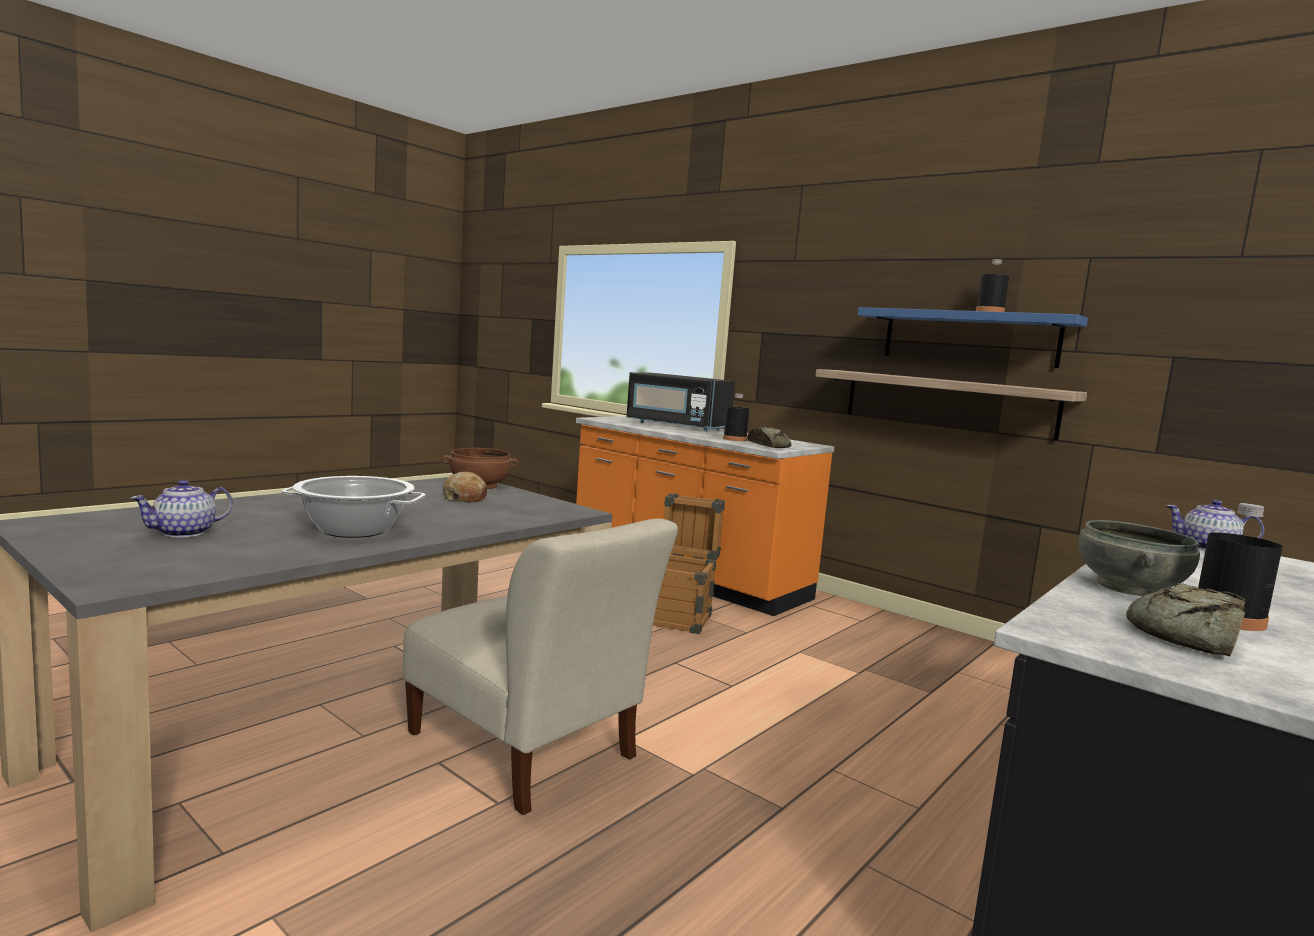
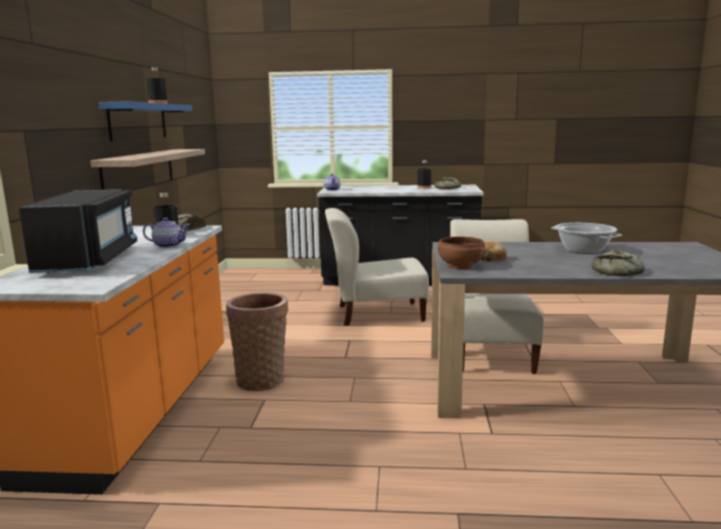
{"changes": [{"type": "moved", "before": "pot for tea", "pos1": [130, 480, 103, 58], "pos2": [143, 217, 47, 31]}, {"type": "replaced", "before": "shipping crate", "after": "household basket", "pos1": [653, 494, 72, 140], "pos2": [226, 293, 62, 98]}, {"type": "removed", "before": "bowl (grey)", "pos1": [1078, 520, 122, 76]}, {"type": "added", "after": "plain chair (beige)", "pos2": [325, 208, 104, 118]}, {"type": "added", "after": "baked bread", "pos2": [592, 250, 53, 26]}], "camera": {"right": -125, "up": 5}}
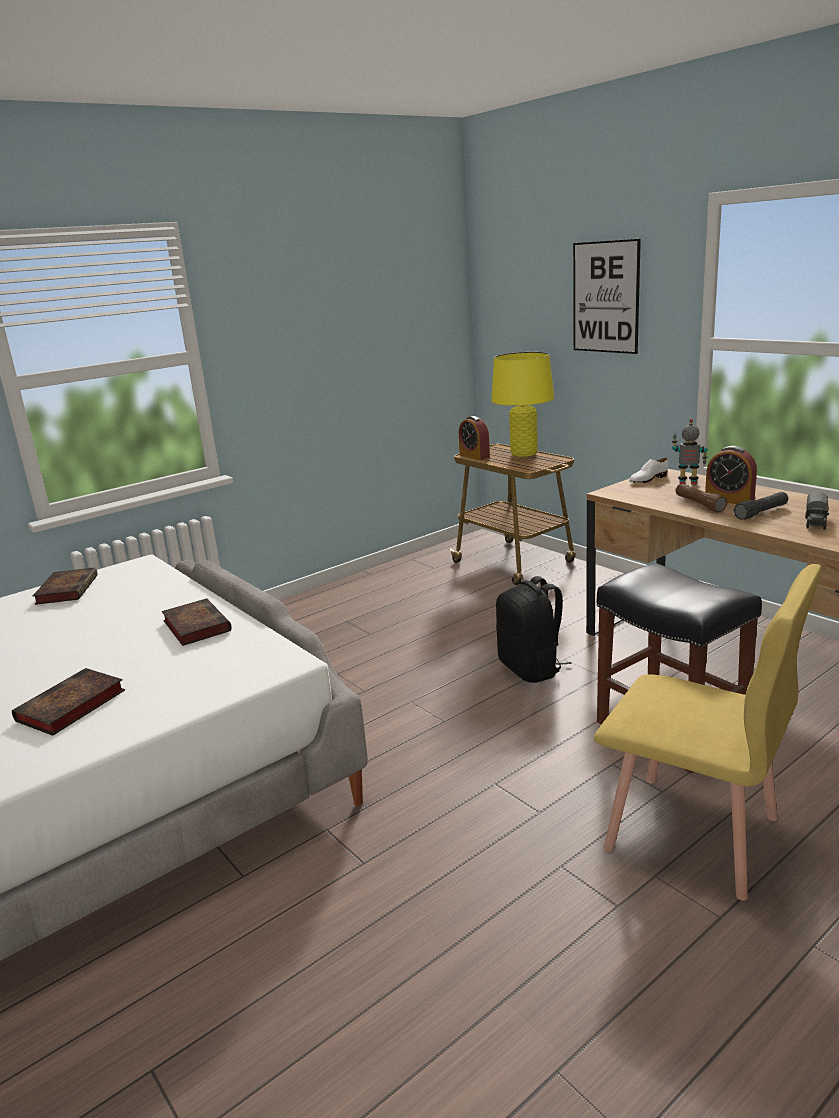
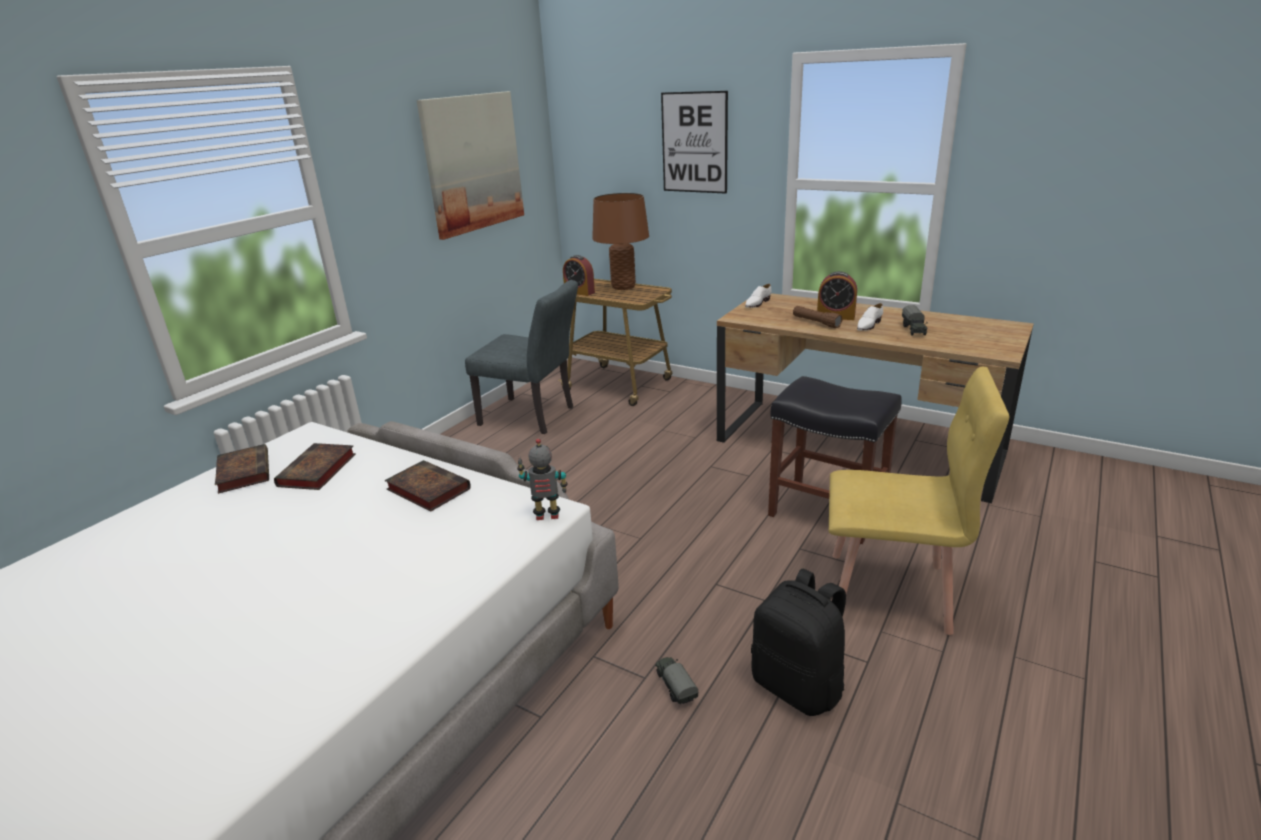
{"changes": [{"type": "recoloured", "before": "lamp for a table (yellow)", "after": "lamp for a table (brown)", "pos1": [491, 352, 63, 105], "pos2": [592, 193, 57, 97]}, {"type": "moved", "before": "model robot", "pos1": [672, 419, 36, 66], "pos2": [517, 438, 51, 82]}, {"type": "replaced", "before": "torch (black)", "after": "item of footwear (white-coloured)", "pos1": [734, 492, 54, 28], "pos2": [857, 303, 26, 28]}, {"type": "moved", "before": "knapsack (black)", "pos1": [496, 576, 76, 107], "pos2": [751, 569, 95, 147]}, {"type": "moved", "before": "book", "pos1": [12, 668, 113, 68], "pos2": [274, 443, 82, 47]}, {"type": "added", "after": "picture", "pos2": [416, 91, 108, 149]}, {"type": "added", "after": "plain chair (grey)", "pos2": [465, 280, 113, 154]}, {"type": "added", "after": "toy truck", "pos2": [655, 657, 43, 47]}], "camera": {"right": -20, "up": 5}}
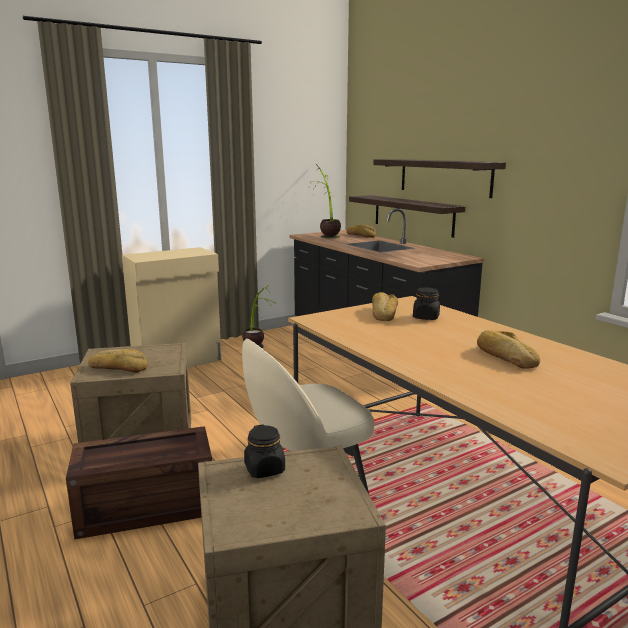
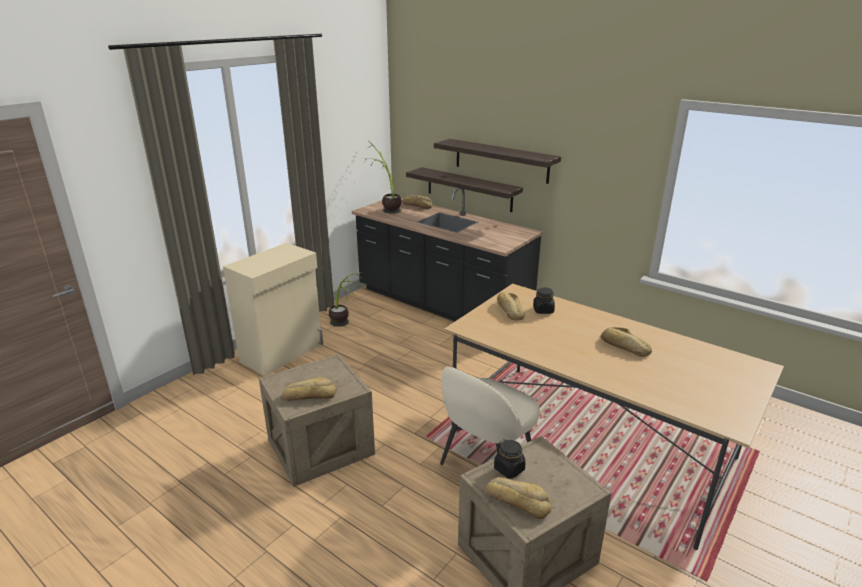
{"changes": [{"type": "removed", "before": "shipping crate", "pos1": [66, 426, 146, 114]}, {"type": "added", "after": "baked bread", "pos2": [486, 477, 66, 42]}], "camera": {"right": -20, "up": 10}}
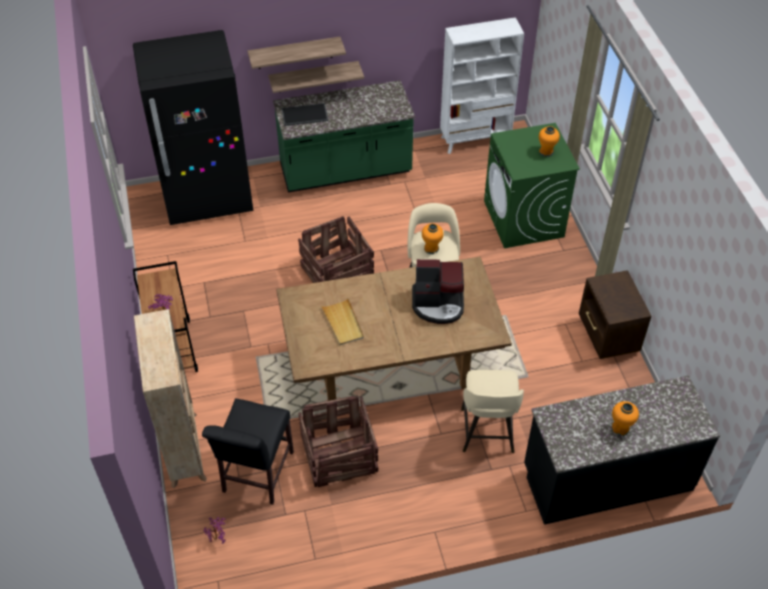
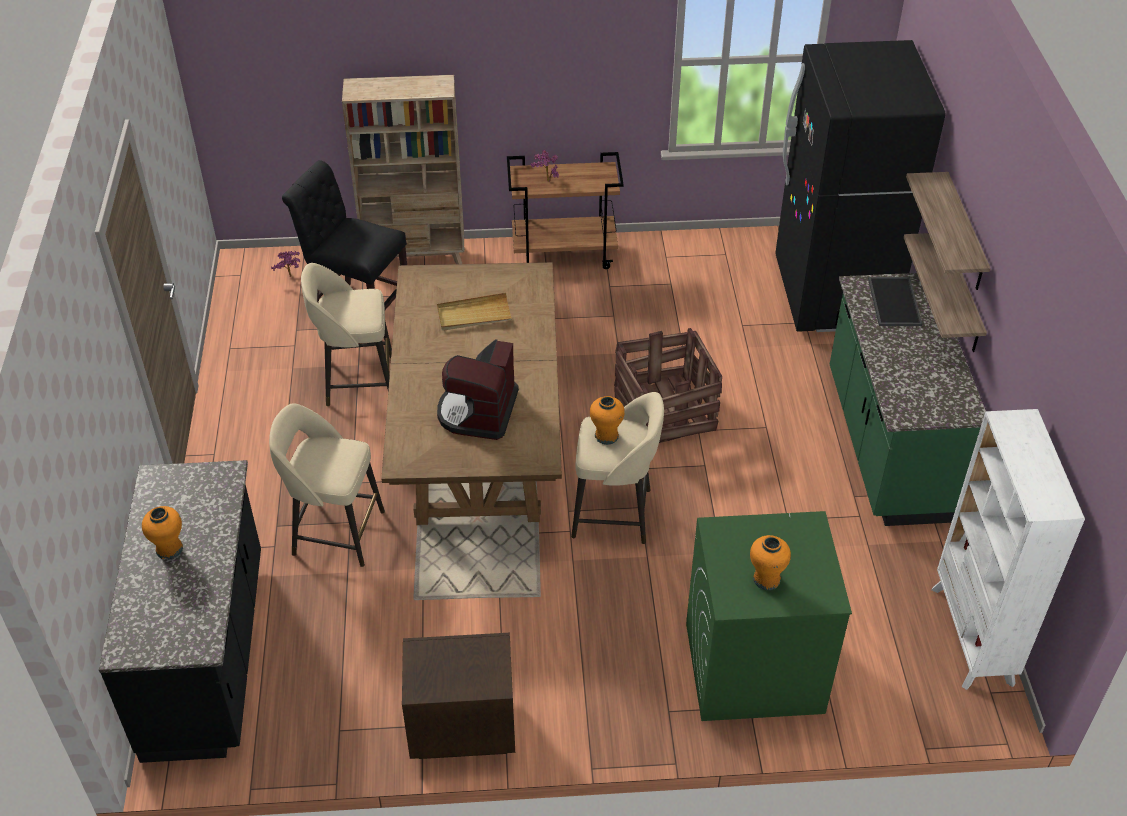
{"changes": [{"type": "replaced", "before": "shipping crate", "after": "sitting stool (beige)", "pos1": [299, 396, 79, 91], "pos2": [301, 263, 91, 143]}], "camera": {"right": 100, "up": -5}}
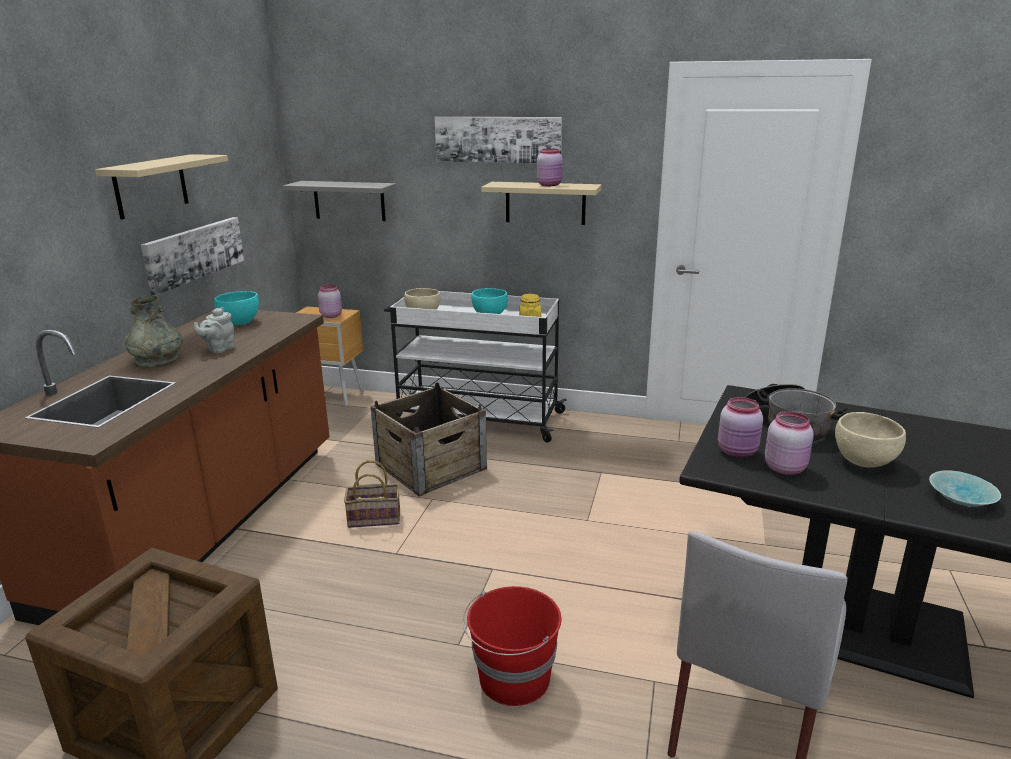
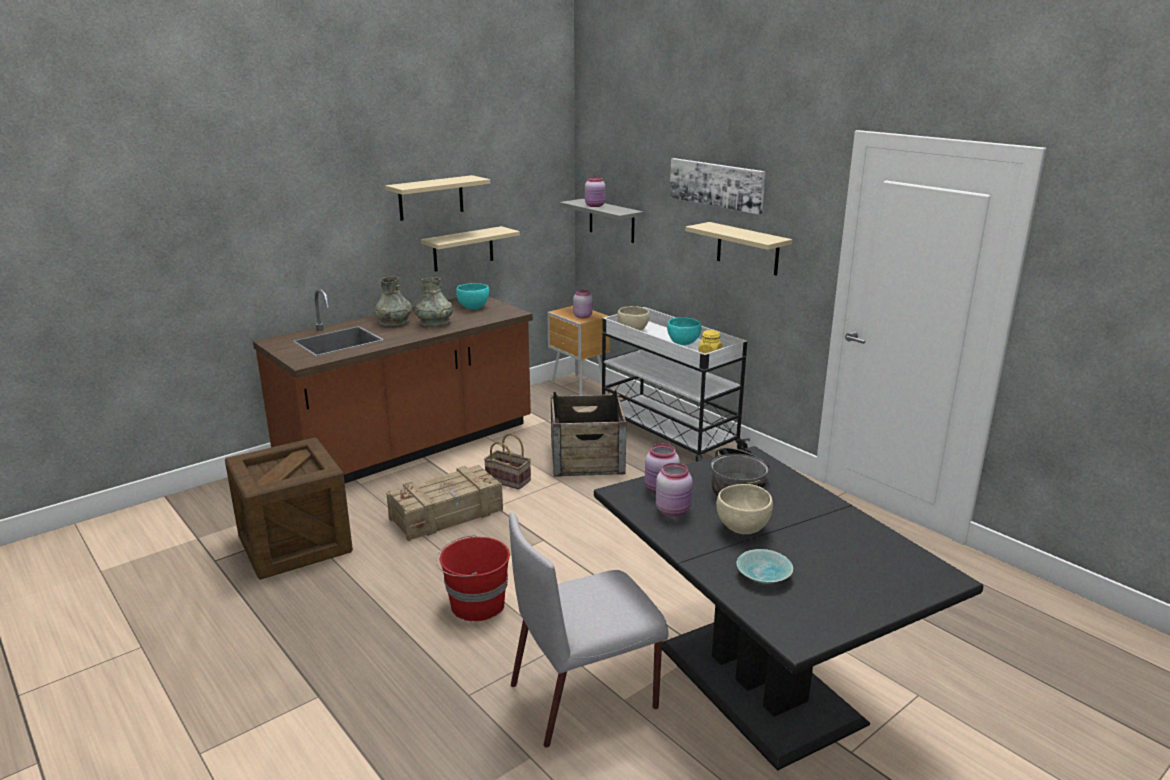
{"changes": [{"type": "moved", "before": "preserve jar (pink-coloured)", "pos1": [537, 149, 26, 37], "pos2": [585, 177, 20, 30]}, {"type": "replaced", "before": "picture", "after": "shelf (beige)", "pos1": [141, 217, 103, 78], "pos2": [421, 226, 99, 46]}, {"type": "replaced", "before": "pot for tea (grey)", "after": "flower vase (grey)", "pos1": [194, 307, 40, 46], "pos2": [415, 277, 38, 49]}, {"type": "added", "after": "shipping crate", "pos2": [386, 465, 117, 76]}], "camera": {"right": 35, "up": 0}}
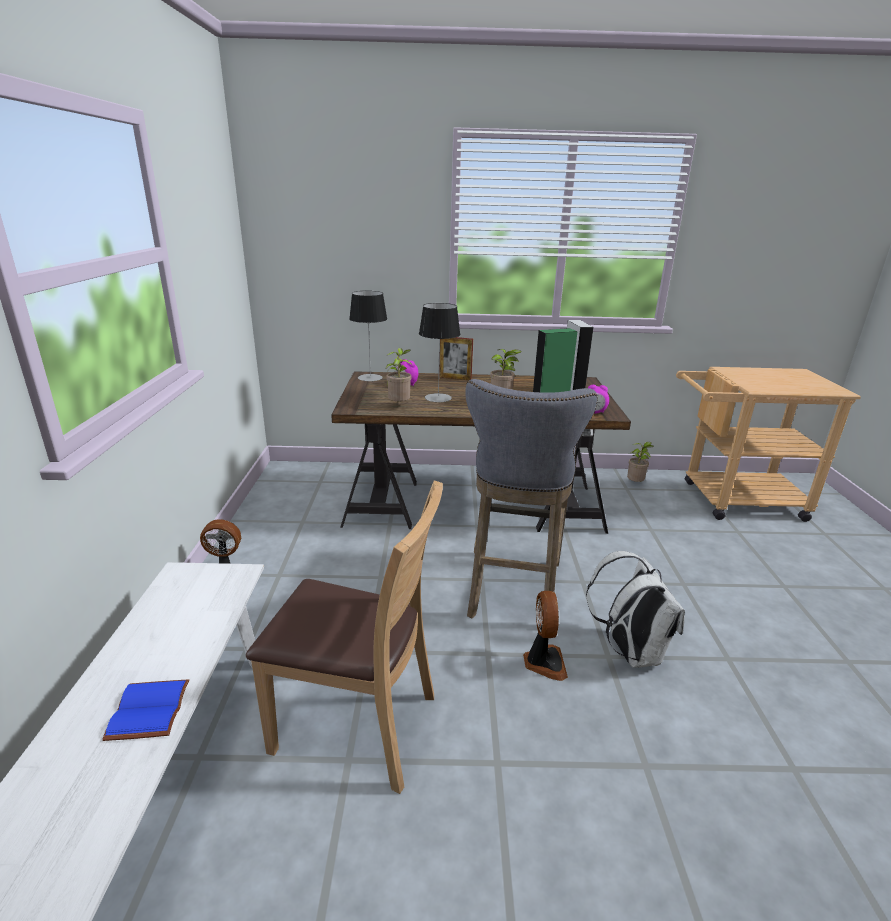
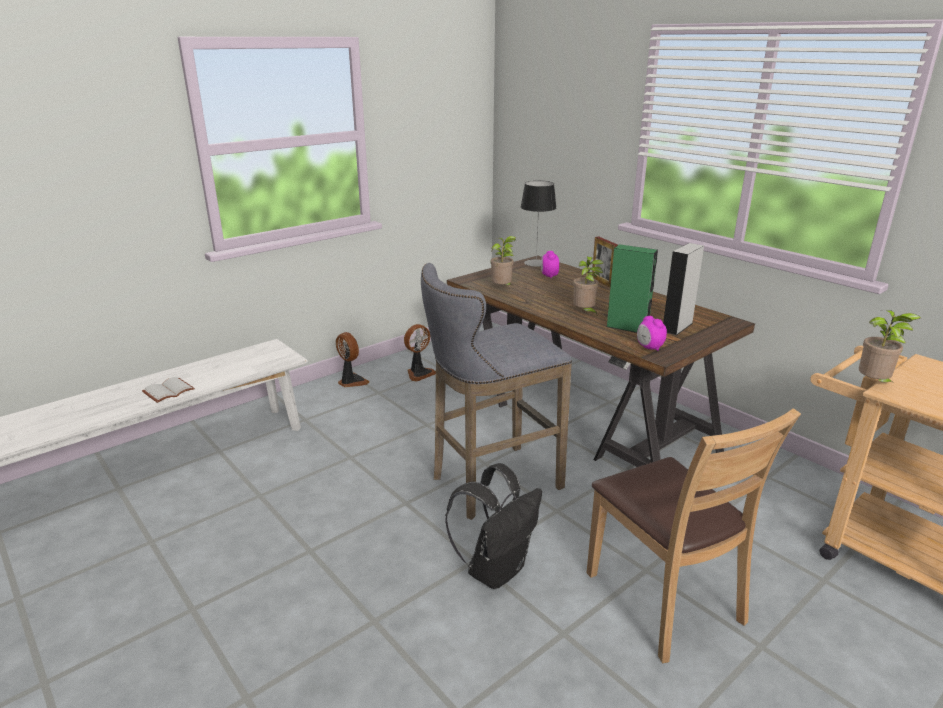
{"changes": [{"type": "removed", "before": "lamp for a table", "pos1": [419, 303, 41, 99]}, {"type": "moved", "before": "plant in a pot", "pos1": [627, 442, 27, 40], "pos2": [859, 310, 62, 73]}, {"type": "moved", "before": "plain chair (brown)", "pos1": [246, 481, 197, 313], "pos2": [587, 408, 214, 255]}, {"type": "recoloured", "before": "knapsack (white-coloured)", "after": "knapsack (black)", "pos1": [586, 551, 99, 117], "pos2": [445, 463, 97, 126]}, {"type": "moved", "before": "cooling fan", "pos1": [523, 591, 45, 90], "pos2": [404, 324, 32, 57]}, {"type": "recoloured", "before": "book (blue)", "after": "book (white-coloured)", "pos1": [102, 679, 87, 62], "pos2": [142, 377, 53, 26]}], "camera": {"right": 50, "up": 0}}
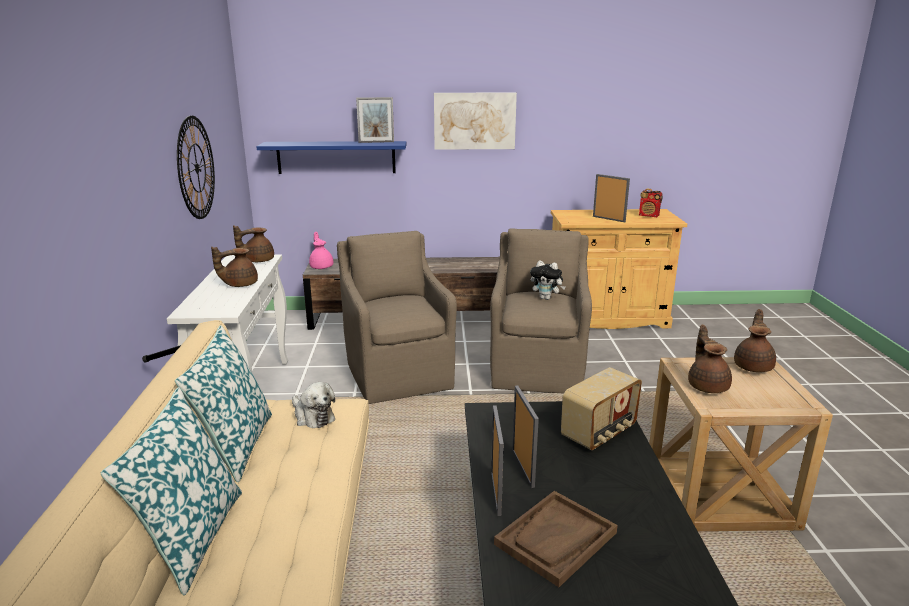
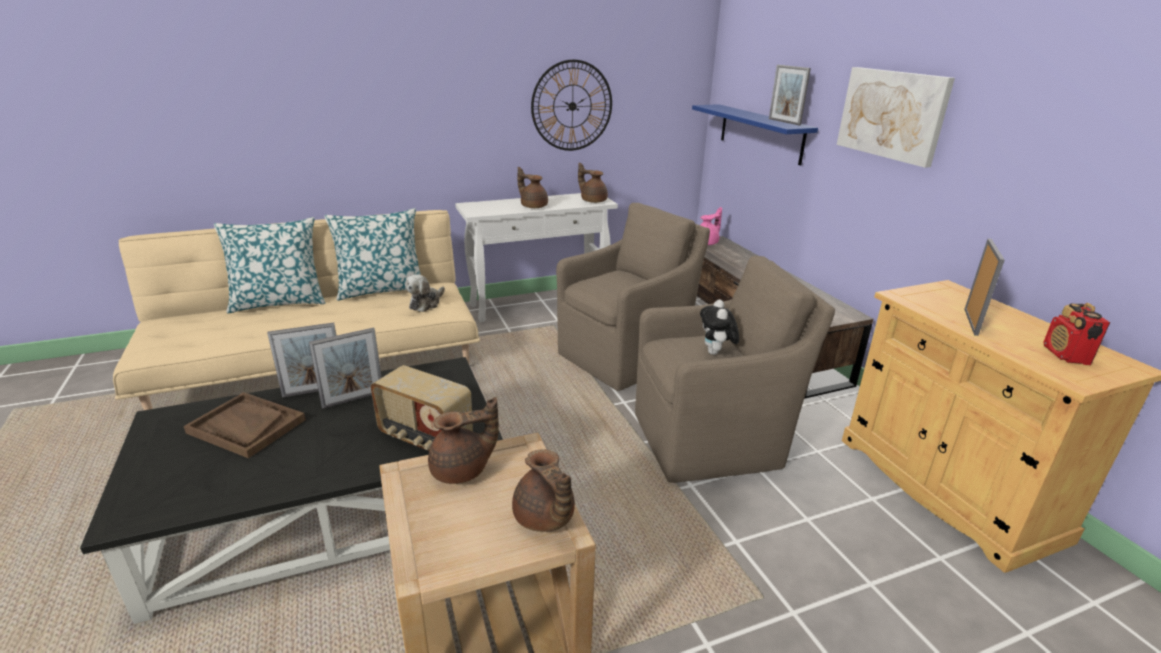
{"changes": [{"type": "turned", "before": "pot for tea (brown)", "pos1": [734, 309, 42, 63], "pos2": [512, 449, 63, 83], "turn": 60}], "camera": {"right": 70, "up": 5}}
